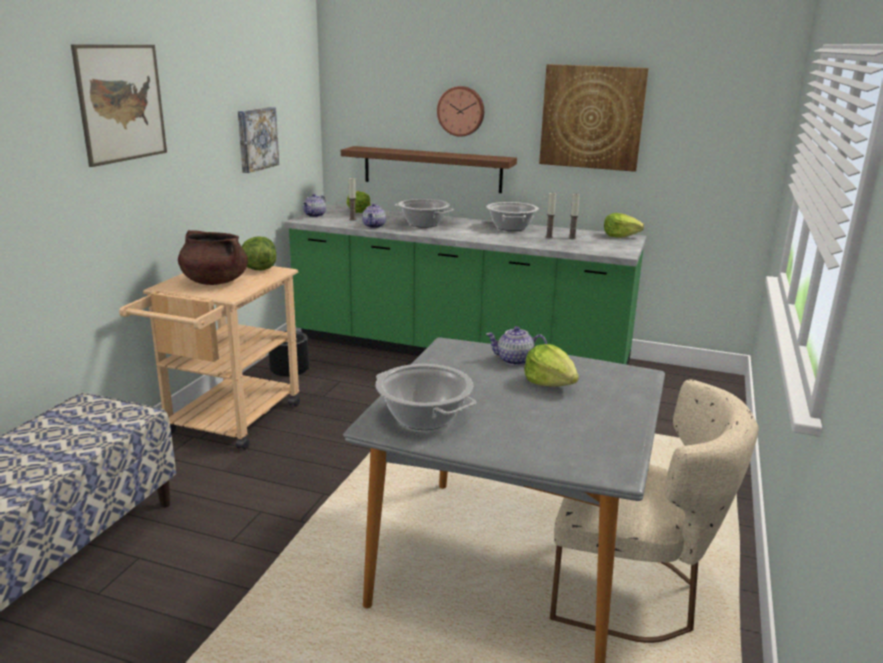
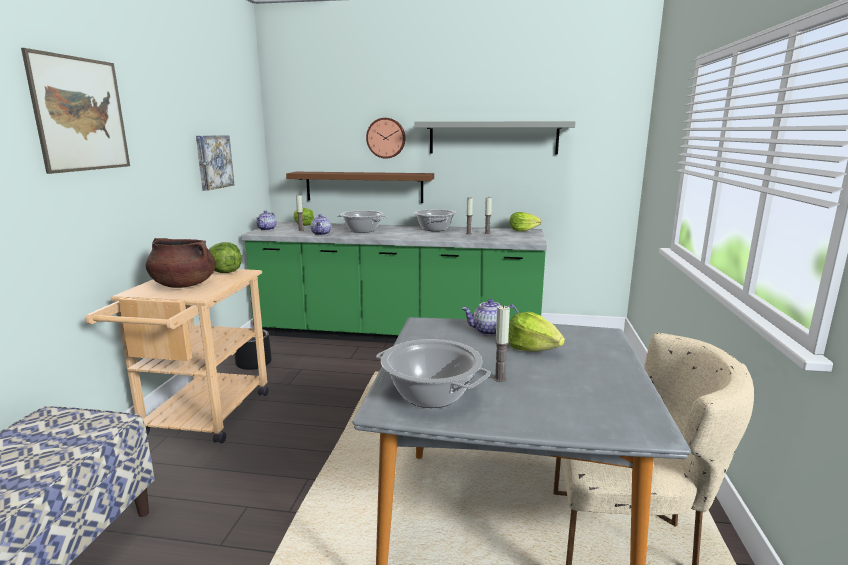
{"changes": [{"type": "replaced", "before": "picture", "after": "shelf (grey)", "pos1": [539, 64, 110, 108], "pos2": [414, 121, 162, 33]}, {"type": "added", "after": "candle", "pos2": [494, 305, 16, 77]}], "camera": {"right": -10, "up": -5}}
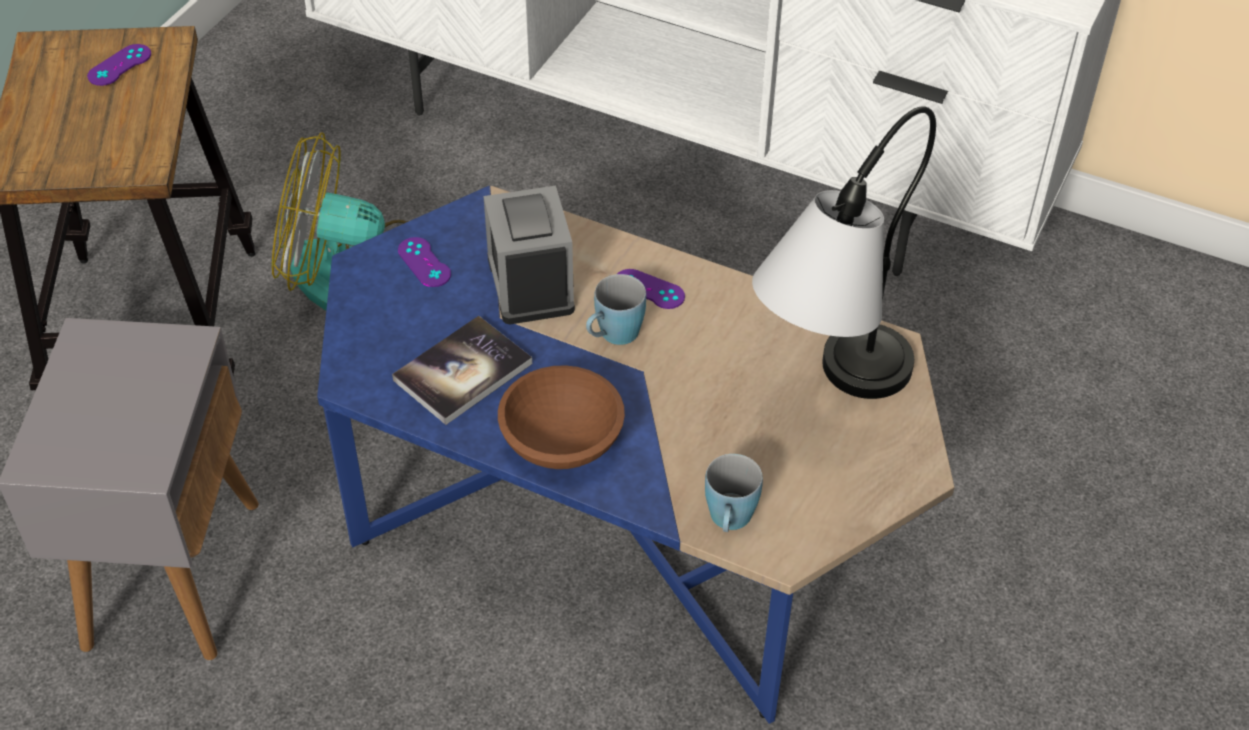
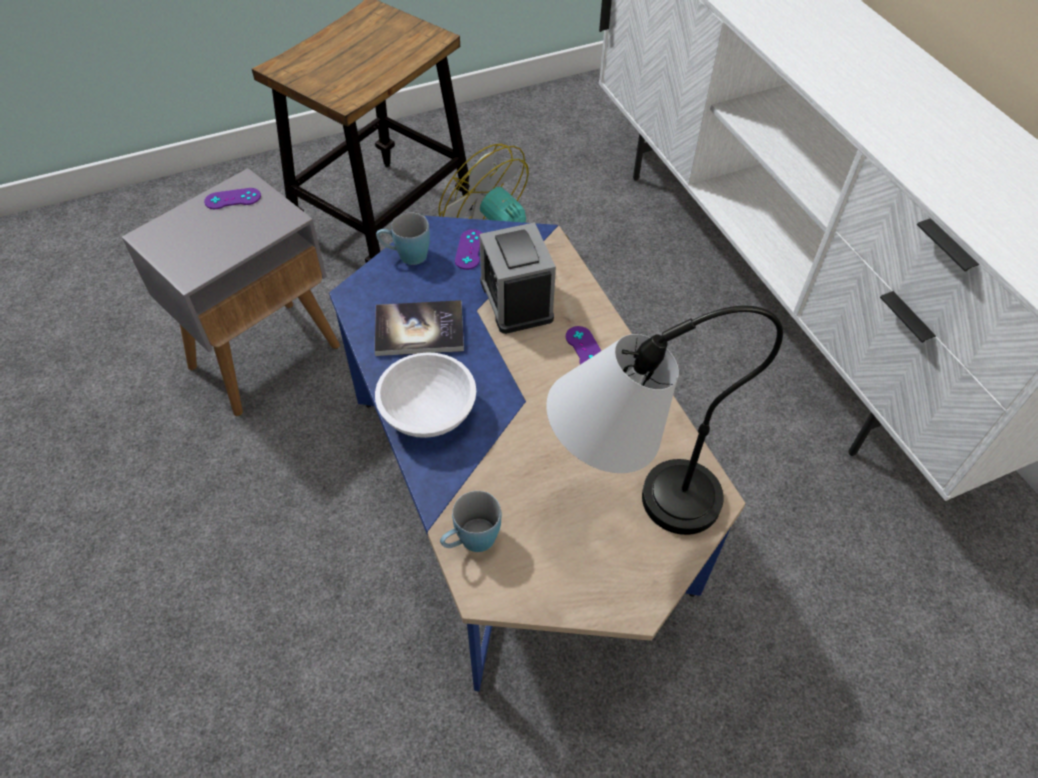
{"changes": [{"type": "moved", "before": "joypad (purple)", "pos1": [87, 44, 64, 42], "pos2": [204, 188, 57, 21]}, {"type": "turned", "before": "alarm clock", "pos1": [483, 186, 92, 138], "pos2": [479, 222, 77, 112], "turn": -45}, {"type": "moved", "before": "tea mug (blue)", "pos1": [586, 274, 60, 71], "pos2": [376, 213, 54, 52]}, {"type": "recoloured", "before": "bowl (brown)", "after": "bowl (white-coloured)", "pos1": [498, 365, 127, 104], "pos2": [375, 352, 101, 86]}], "camera": {"right": 40, "up": 5}}
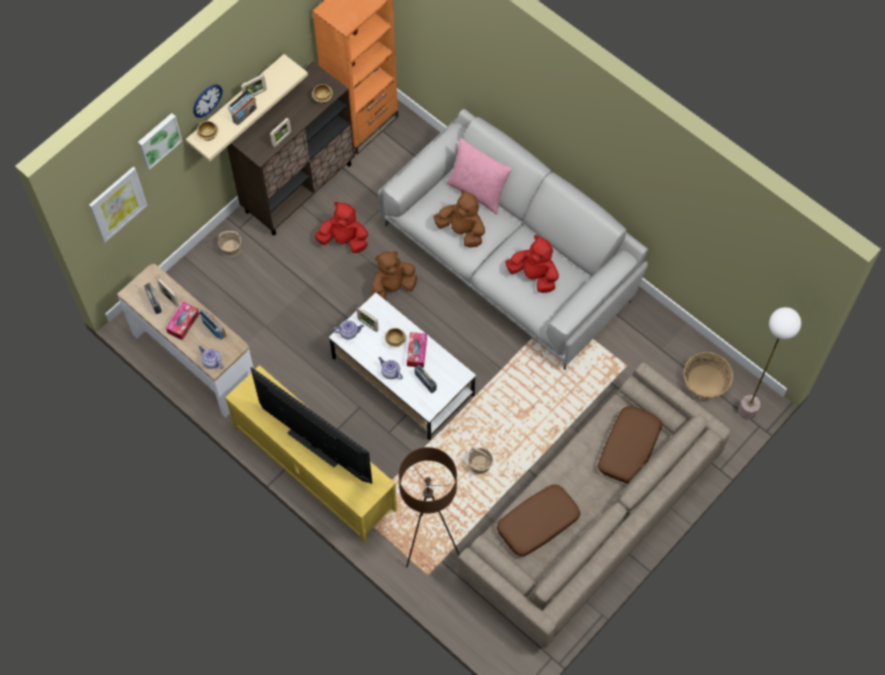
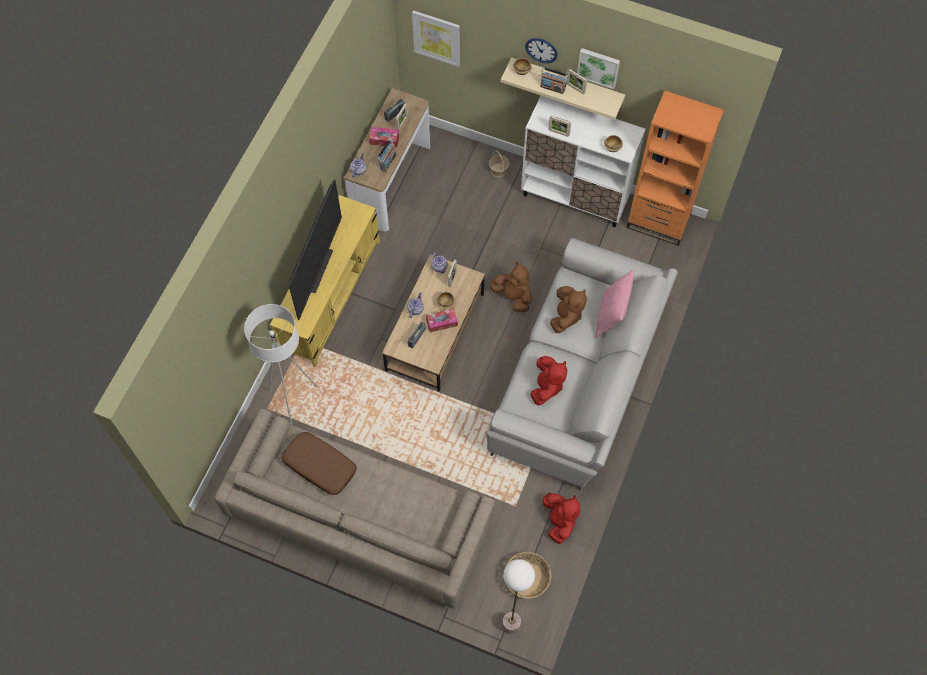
{"changes": [{"type": "recoloured", "before": "cupboard (brown)", "after": "cupboard (white-coloured)", "pos1": [227, 61, 128, 175], "pos2": [521, 96, 125, 131]}, {"type": "moved", "before": "picture", "pos1": [138, 113, 44, 57], "pos2": [577, 48, 43, 41]}, {"type": "moved", "before": "plush toy (red)", "pos1": [315, 202, 53, 51], "pos2": [543, 493, 37, 51]}, {"type": "recoloured", "before": "lounge table (white-coloured)", "after": "lounge table (brown)", "pos1": [329, 292, 147, 149], "pos2": [382, 254, 103, 138]}, {"type": "removed", "before": "cushion (brown)", "pos1": [598, 406, 64, 78]}, {"type": "recoloured", "before": "floor lamp (brown)", "after": "floor lamp (white-coloured)", "pos1": [399, 447, 61, 120], "pos2": [244, 304, 74, 121]}, {"type": "removed", "before": "household basket", "pos1": [468, 448, 25, 26]}], "camera": {"right": 70, "up": 0}}
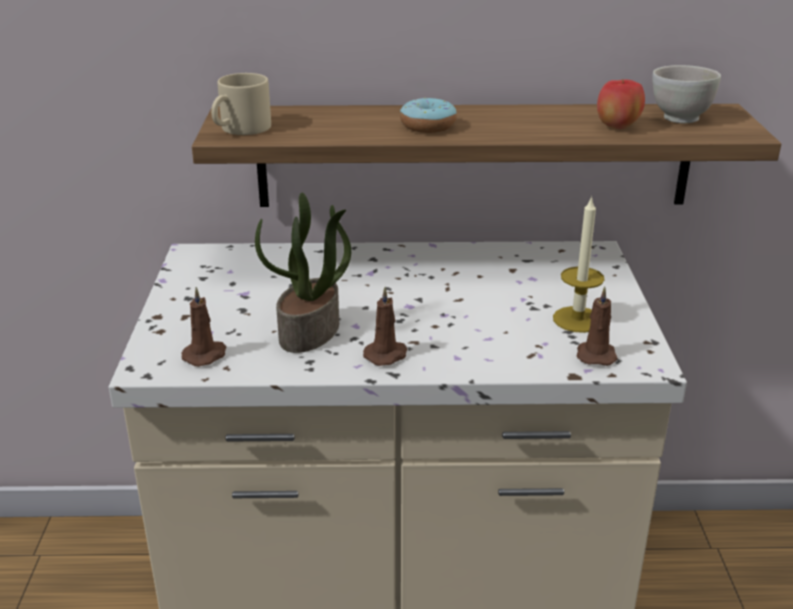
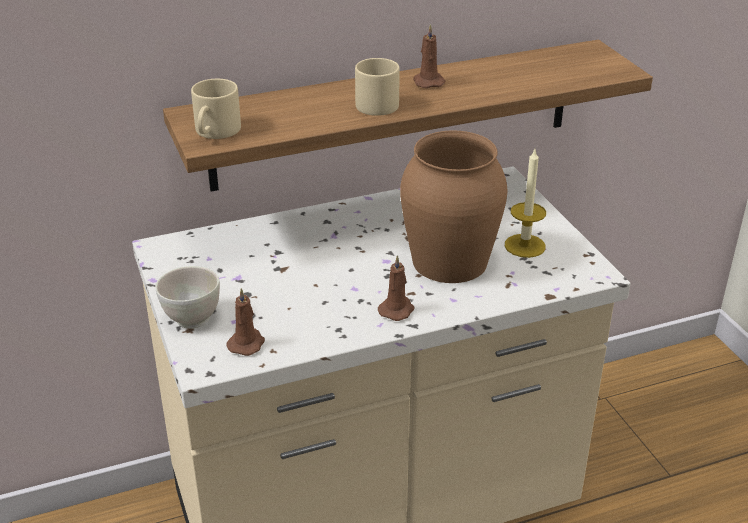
{"changes": [{"type": "moved", "before": "bowl (white-coloured)", "pos1": [652, 65, 69, 58], "pos2": [155, 266, 65, 63]}, {"type": "removed", "before": "whole apple", "pos1": [597, 79, 48, 50]}, {"type": "replaced", "before": "doughnut", "after": "tea mug (beige)", "pos1": [400, 98, 57, 35], "pos2": [355, 58, 45, 58]}, {"type": "removed", "before": "plant in a pot", "pos1": [255, 193, 96, 160]}, {"type": "moved", "before": "candle (brown)", "pos1": [577, 287, 41, 79], "pos2": [413, 24, 33, 64]}, {"type": "added", "after": "flower vase (brown)", "pos2": [400, 131, 107, 152]}], "camera": {"right": -20, "up": 5}}
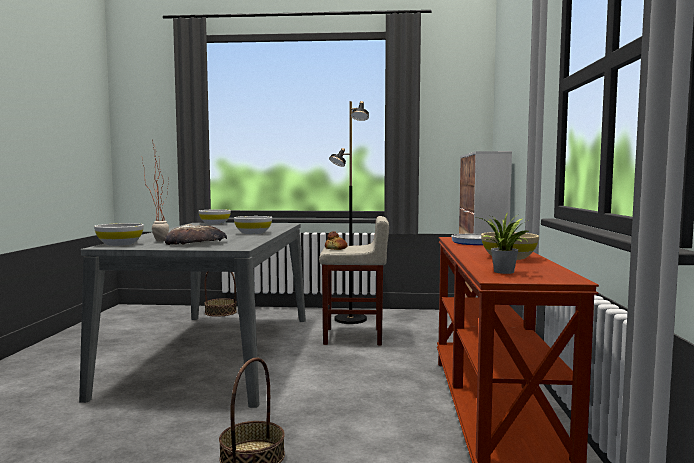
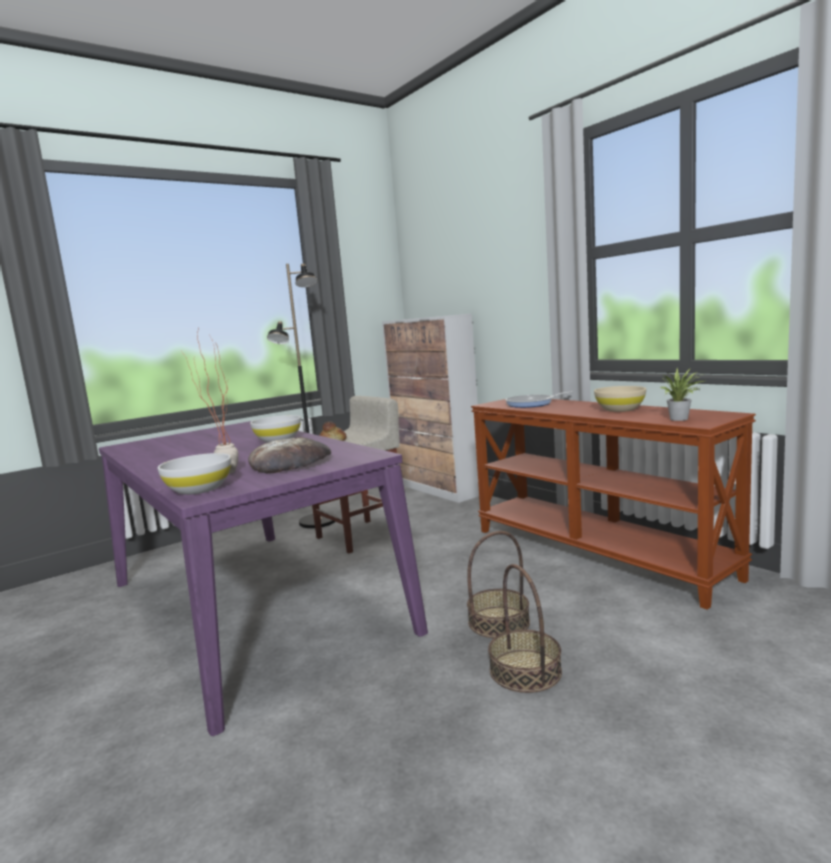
{"changes": [{"type": "removed", "before": "bowl (white-coloured)", "pos1": [198, 209, 33, 15]}, {"type": "recoloured", "before": "dining table (grey)", "after": "dining table (purple)", "pos1": [79, 223, 227, 185], "pos2": [99, 421, 329, 315]}, {"type": "moved", "before": "household basket", "pos1": [204, 272, 33, 45], "pos2": [467, 531, 63, 107]}], "camera": {"right": -40, "up": 5}}
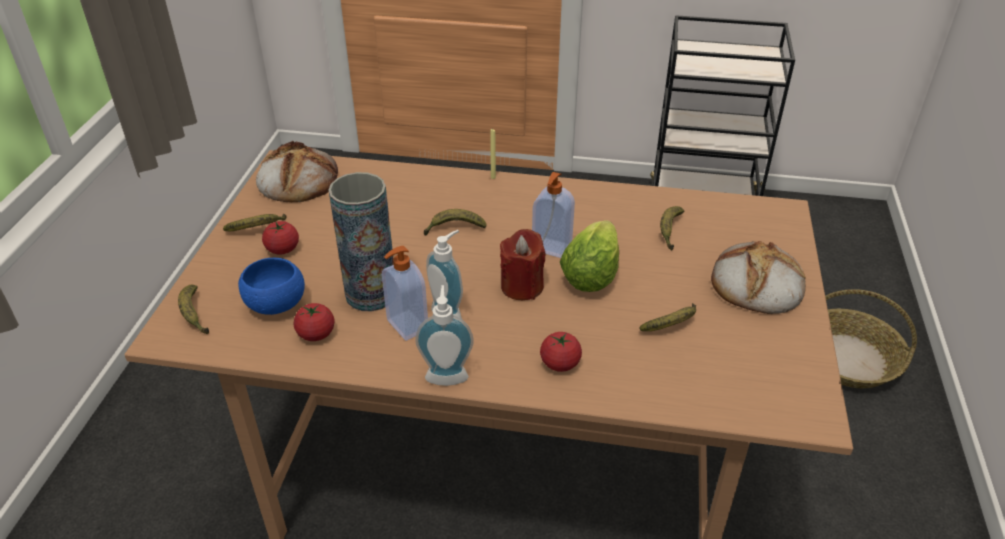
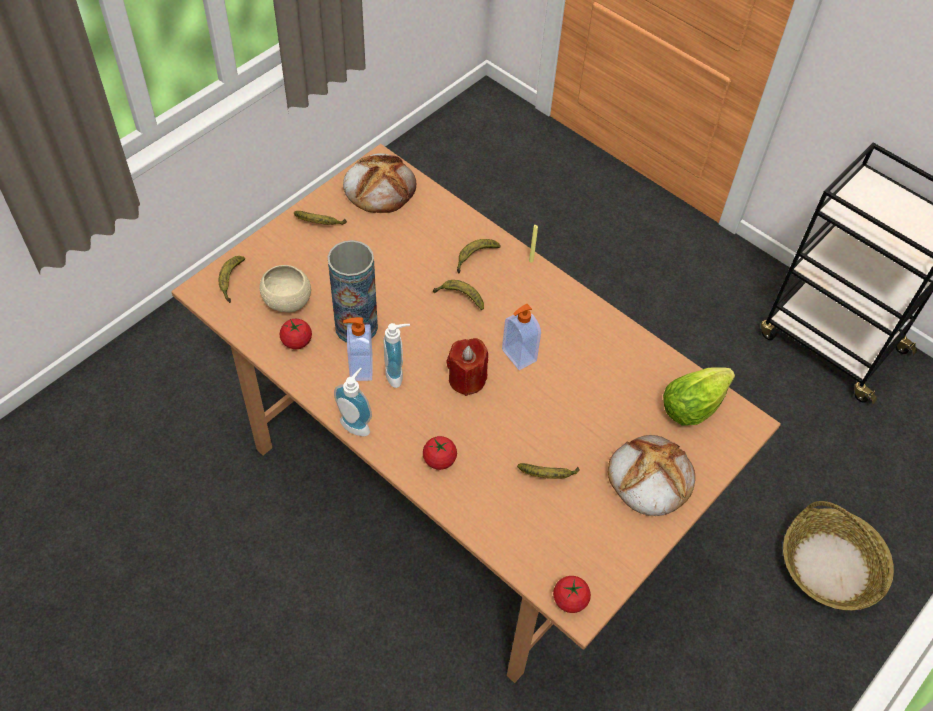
{"changes": [{"type": "moved", "before": "whole banana", "pos1": [660, 206, 24, 45], "pos2": [457, 239, 44, 35]}, {"type": "moved", "before": "fresh tomato", "pos1": [262, 221, 37, 33], "pos2": [553, 576, 38, 37]}, {"type": "moved", "before": "head of lettuce", "pos1": [560, 221, 59, 71], "pos2": [663, 367, 72, 59]}, {"type": "recoloured", "before": "bowl (blue)", "after": "bowl (beige)", "pos1": [238, 258, 67, 57], "pos2": [259, 265, 52, 47]}], "camera": {"right": 30, "up": 15}}
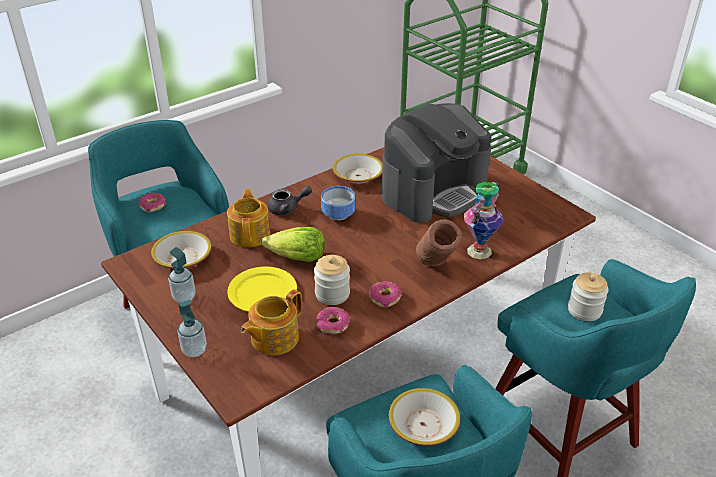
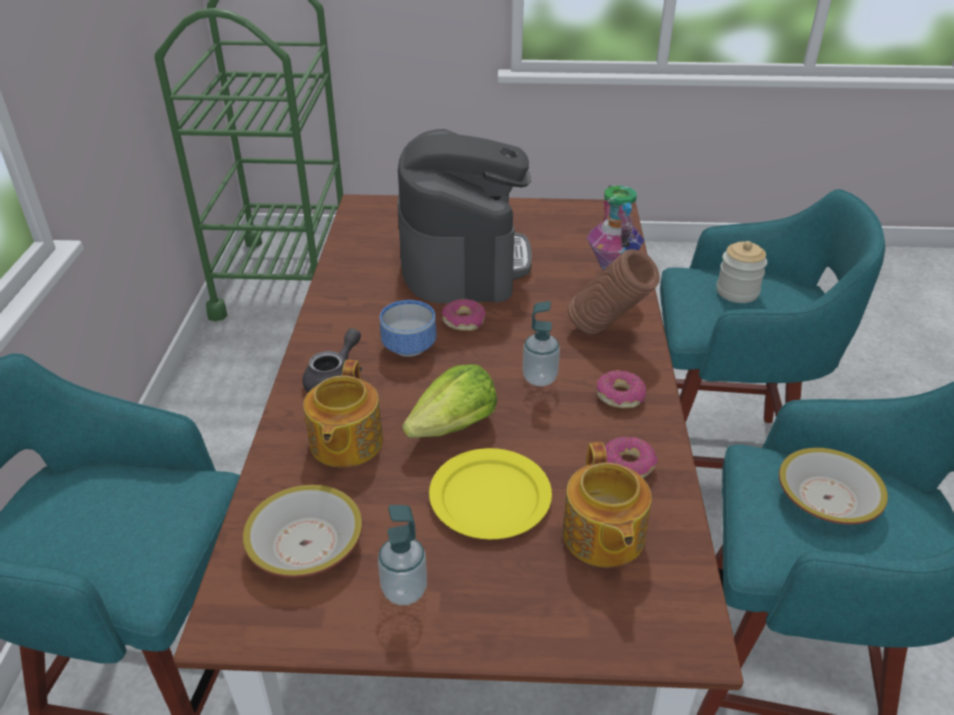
{"changes": [{"type": "removed", "before": "bowl", "pos1": [333, 154, 49, 30]}, {"type": "turned", "before": "pot for tea", "pos1": [227, 189, 43, 59], "pos2": [303, 360, 80, 107], "turn": -120}, {"type": "moved", "before": "doughnut", "pos1": [139, 193, 26, 19], "pos2": [442, 299, 43, 32]}, {"type": "removed", "before": "preserve jar", "pos1": [314, 255, 36, 50]}, {"type": "moved", "before": "soap bottle", "pos1": [177, 300, 30, 57], "pos2": [523, 301, 37, 85]}], "camera": {"right": -50, "up": 0}}
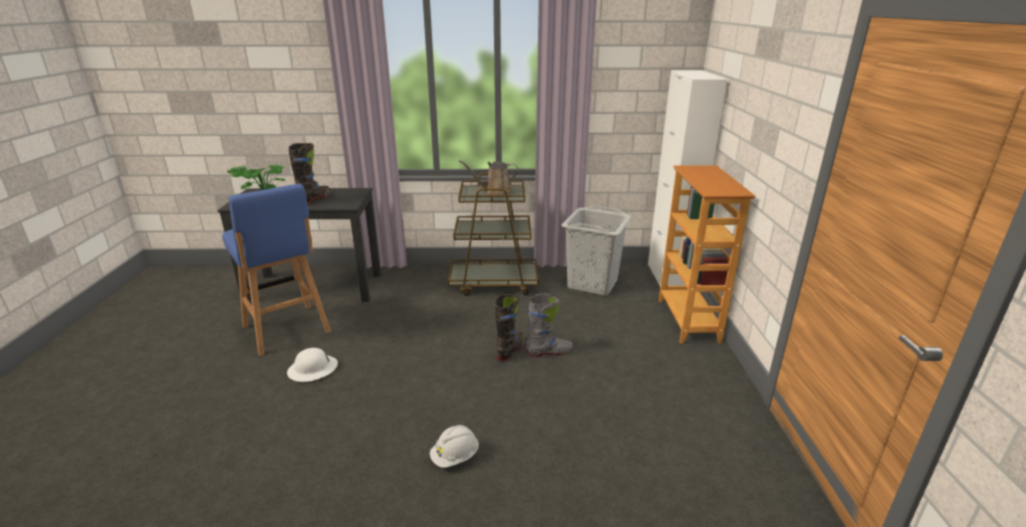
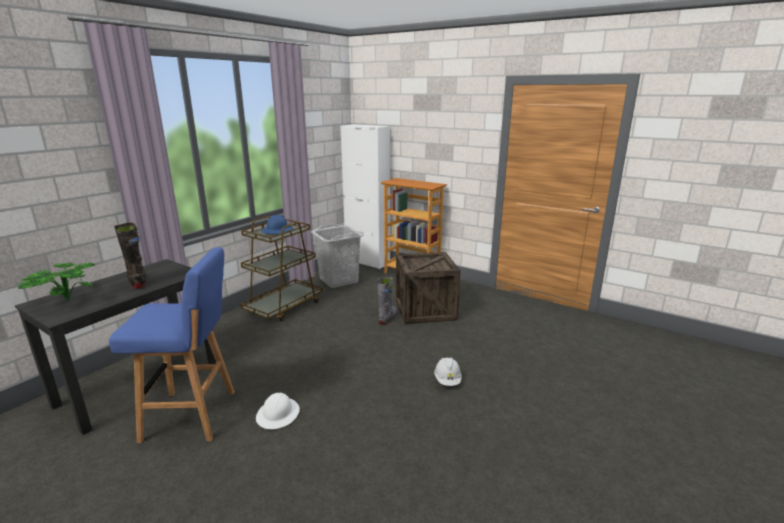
{"changes": [{"type": "replaced", "before": "sprinkling can (brown)", "after": "safety helmet (blue)", "pos1": [459, 160, 60, 36], "pos2": [262, 215, 31, 19]}, {"type": "removed", "before": "tall boot (black)", "pos1": [495, 294, 30, 67]}, {"type": "added", "after": "shipping crate", "pos2": [396, 252, 64, 72]}], "camera": {"right": -55, "up": -5}}
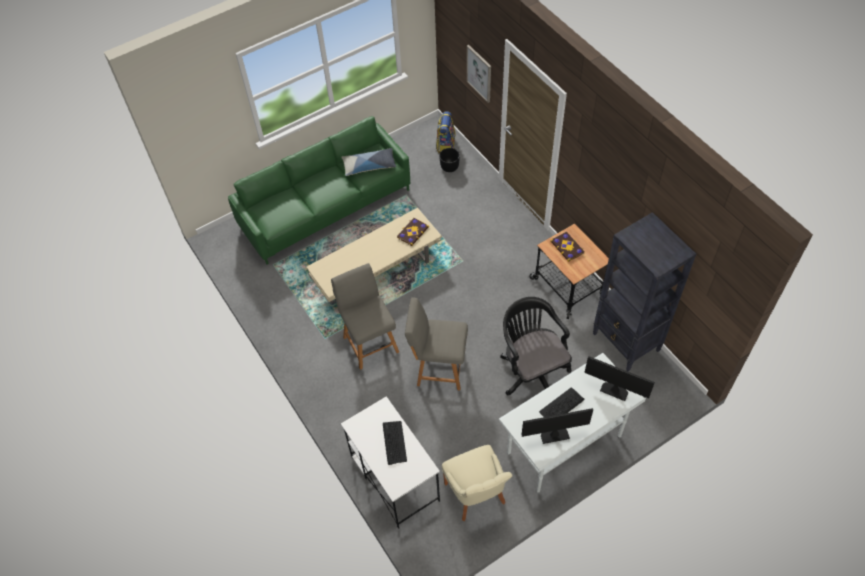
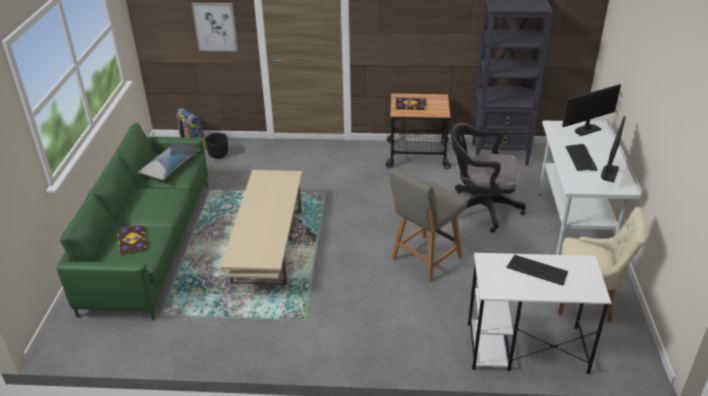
{"changes": [{"type": "moved", "before": "book", "pos1": [397, 218, 32, 28], "pos2": [116, 224, 31, 31]}, {"type": "removed", "before": "plain chair (grey)", "pos1": [331, 263, 68, 107]}], "camera": {"right": -55, "up": -20}}
